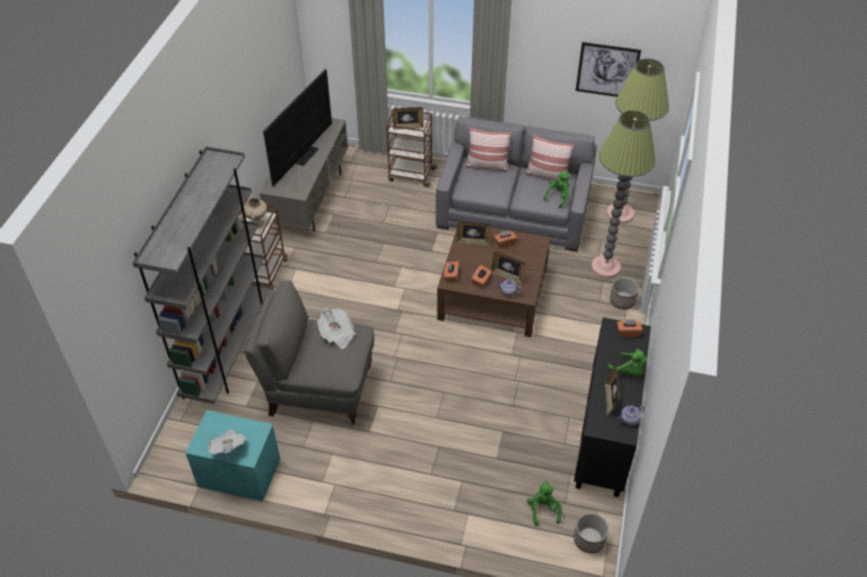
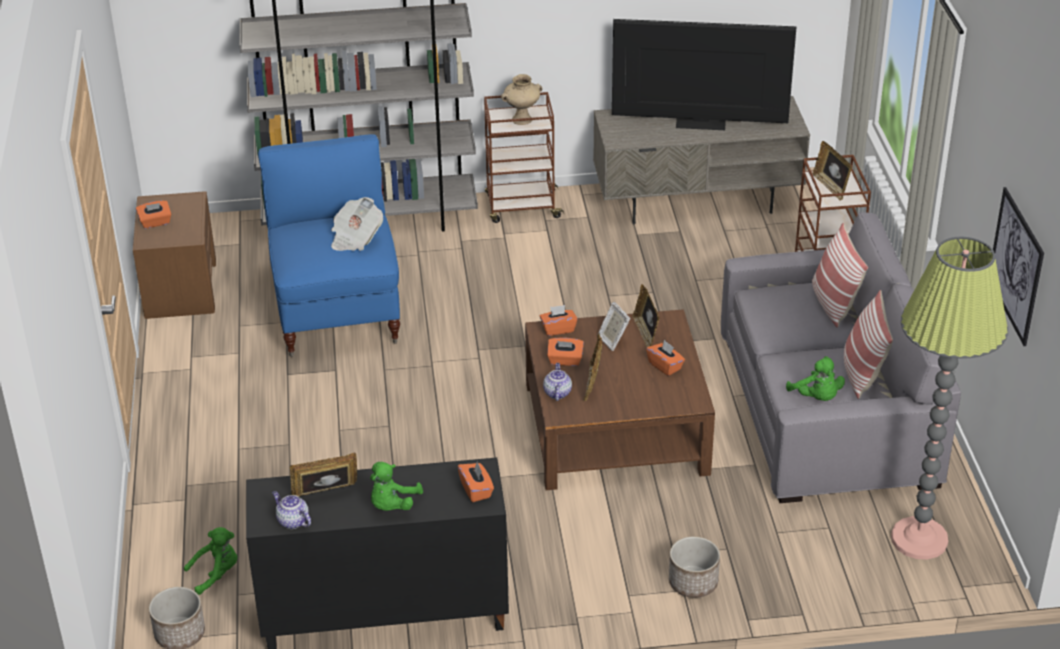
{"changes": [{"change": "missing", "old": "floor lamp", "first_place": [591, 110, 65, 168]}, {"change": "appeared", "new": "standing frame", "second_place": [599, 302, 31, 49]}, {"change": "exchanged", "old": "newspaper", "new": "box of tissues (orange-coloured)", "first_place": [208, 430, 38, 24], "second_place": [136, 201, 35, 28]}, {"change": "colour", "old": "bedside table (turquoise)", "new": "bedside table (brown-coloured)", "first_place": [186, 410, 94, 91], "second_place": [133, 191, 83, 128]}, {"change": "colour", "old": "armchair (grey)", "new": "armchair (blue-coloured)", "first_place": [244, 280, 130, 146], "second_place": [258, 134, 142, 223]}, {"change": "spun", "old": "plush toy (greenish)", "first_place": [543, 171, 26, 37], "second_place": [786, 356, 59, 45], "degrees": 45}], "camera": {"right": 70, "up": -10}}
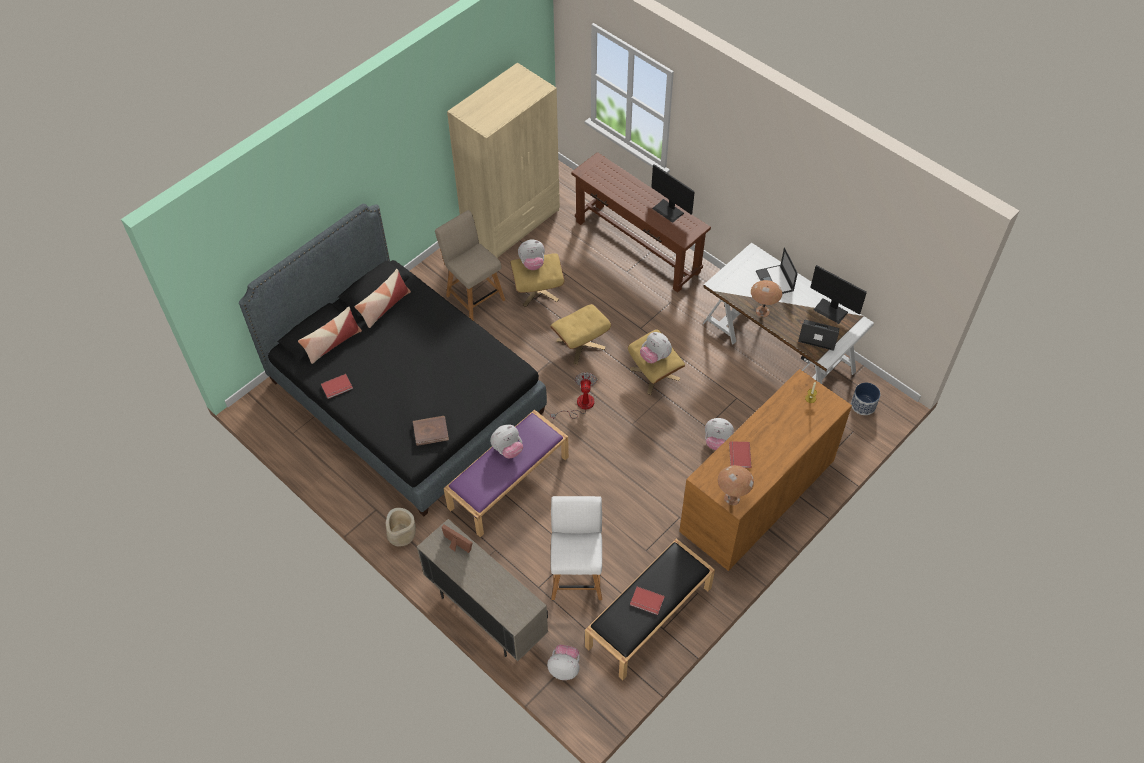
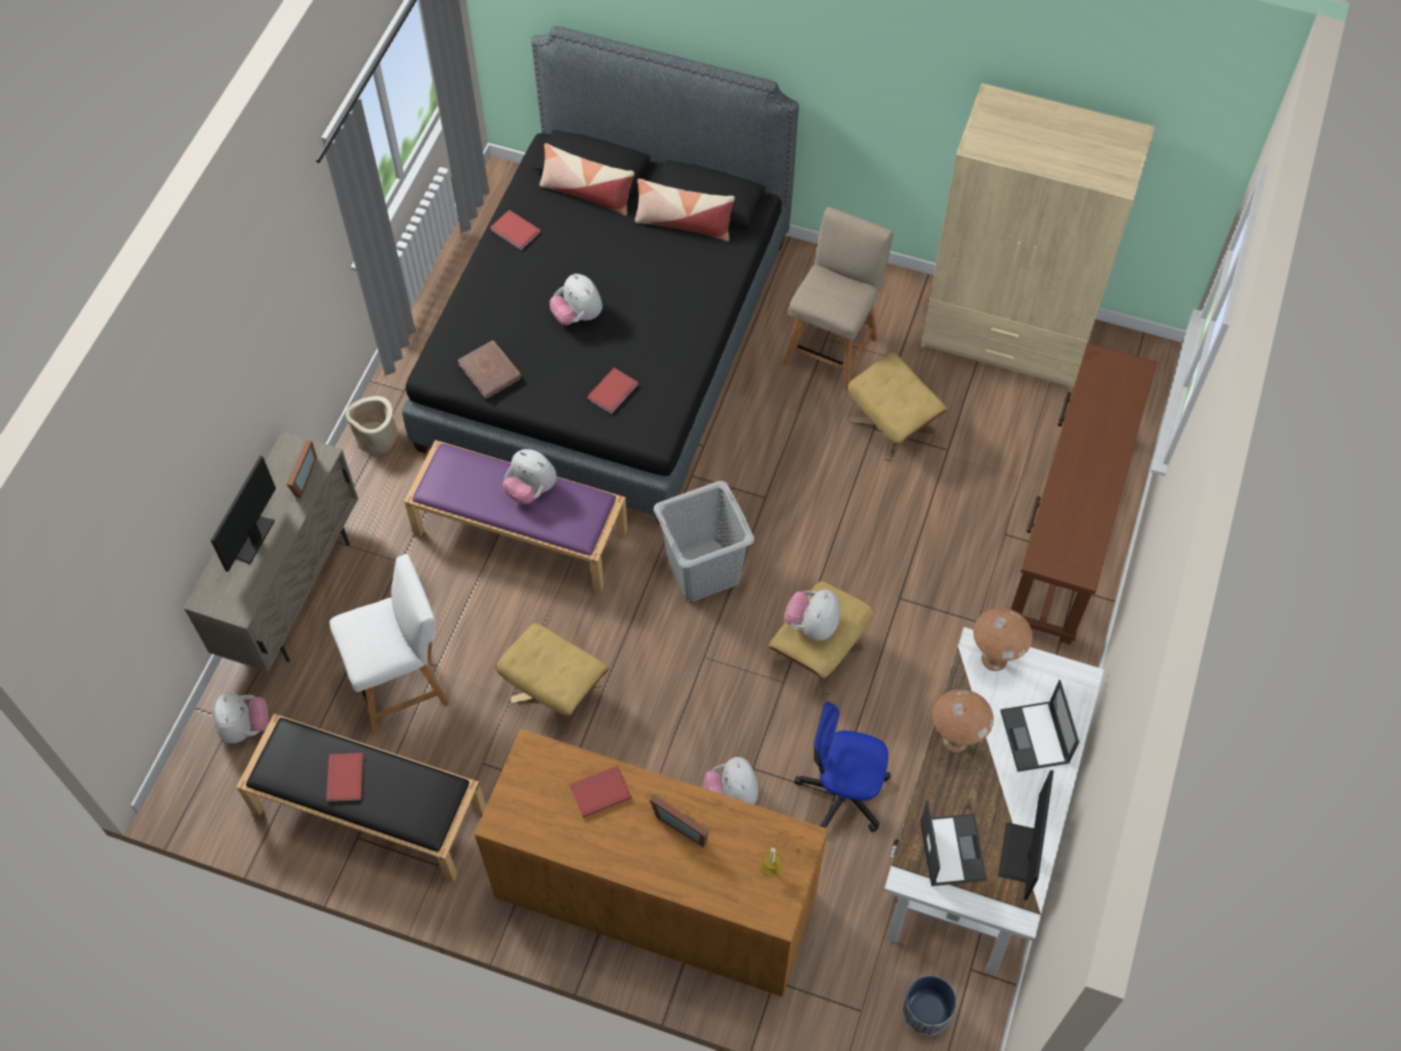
{"changes": [{"change": "appeared", "new": "volume (red-coloured)", "second_place": [587, 368, 51, 46]}, {"change": "appeared", "new": "standing frame", "second_place": [649, 794, 60, 53]}, {"change": "appeared", "new": "computer chair", "second_place": [794, 702, 97, 130]}, {"change": "relocated", "old": "plush toy", "first_place": [518, 240, 27, 30], "second_place": [550, 274, 53, 51]}, {"change": "relocated", "old": "pouffe (beige-coloured)", "first_place": [550, 304, 61, 60], "second_place": [496, 623, 113, 111]}, {"change": "relocated", "old": "computer screen", "first_place": [651, 164, 44, 59], "second_place": [211, 456, 65, 116]}, {"change": "relocated", "old": "lamp for a table (brown-coloured)", "first_place": [718, 465, 36, 40], "second_place": [973, 608, 60, 63]}, {"change": "exchanged", "old": "cooling fan", "new": "washing basket (grey)", "first_place": [551, 372, 46, 47], "second_place": [654, 481, 100, 121]}, {"change": "spun", "old": "notebook computer", "first_place": [756, 247, 42, 47], "second_place": [1000, 680, 79, 92], "degrees": -60}], "camera": {"right": 65, "up": 5}}
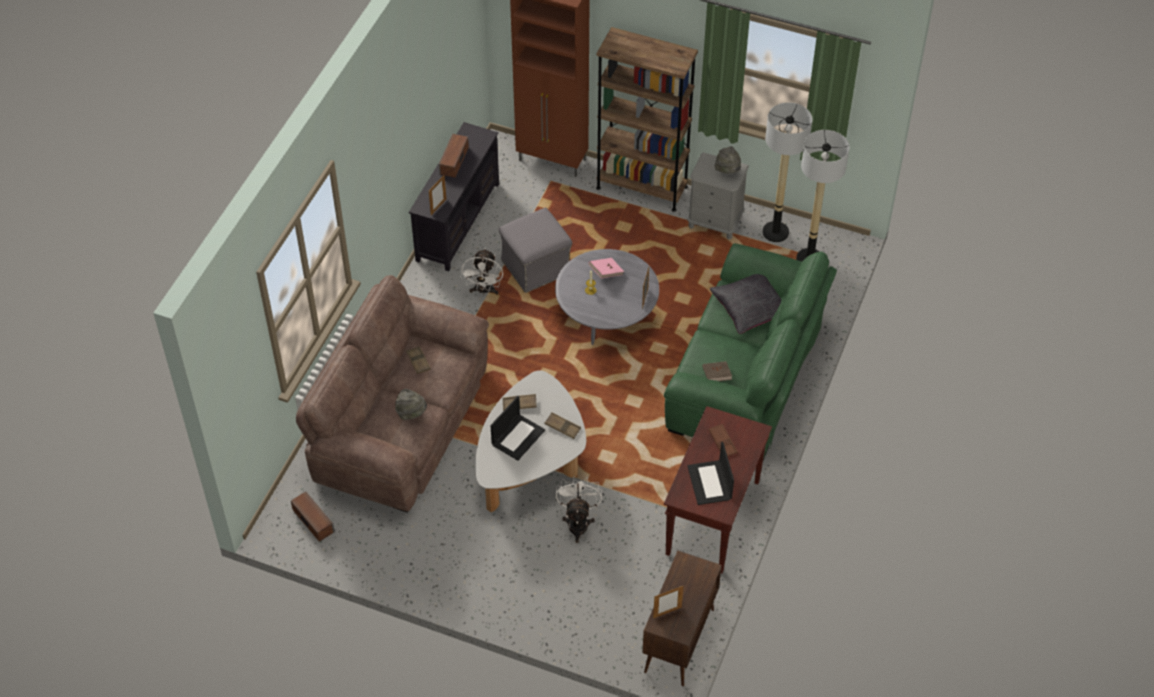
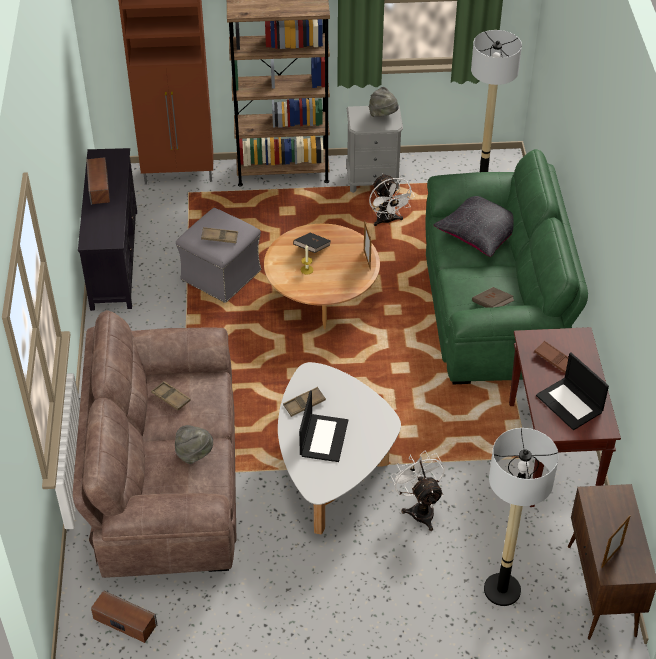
{"changes": [{"change": "missing", "old": "standing frame", "first_place": [429, 175, 17, 40]}, {"change": "relocated", "old": "cooling fan (white-coloured)", "first_place": [461, 248, 42, 47], "second_place": [369, 173, 46, 53]}, {"change": "relocated", "old": "serving tray (brown-coloured)", "first_place": [544, 412, 37, 27], "second_place": [201, 227, 37, 16]}, {"change": "relocated", "old": "floor lamp", "first_place": [762, 102, 51, 140], "second_place": [484, 428, 75, 178]}, {"change": "colour", "old": "lounge table (grey)", "new": "lounge table (brown-coloured)", "first_place": [555, 249, 104, 96], "second_place": [264, 224, 116, 105]}, {"change": "colour", "old": "volume (pinkish)", "new": "volume (black)", "first_place": [588, 258, 36, 20], "second_place": [293, 232, 38, 21]}], "camera": {"right": -25, "up": -5}}
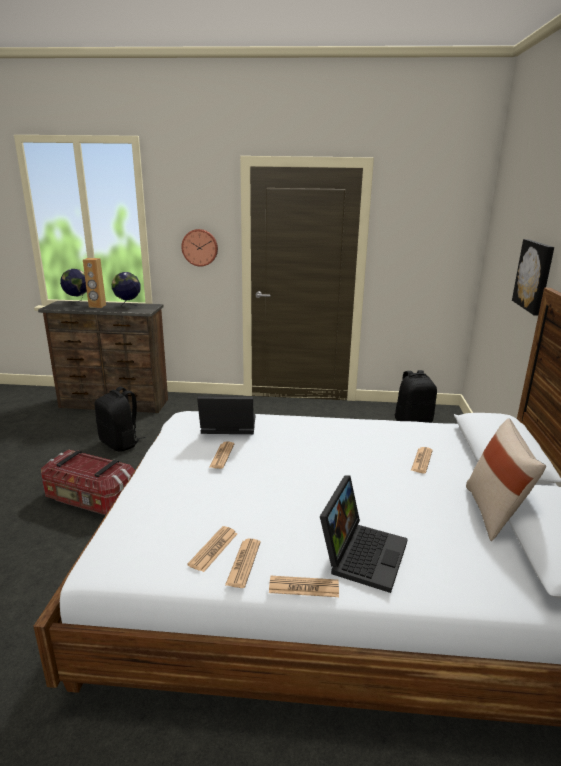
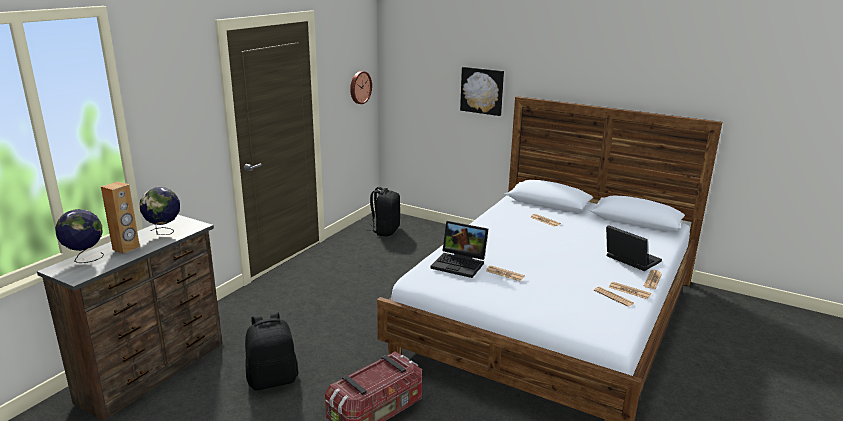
{"changes": [{"change": "missing", "old": "cushion (beige-coloured)", "first_place": [466, 418, 80, 123]}, {"change": "relocated", "old": "hanging clock", "first_place": [181, 229, 37, 38], "second_place": [350, 71, 22, 33]}, {"change": "spun", "old": "notebook computer", "first_place": [197, 396, 58, 38], "second_place": [430, 221, 58, 57], "degrees": -90}], "camera": {"right": -65, "up": 0}}
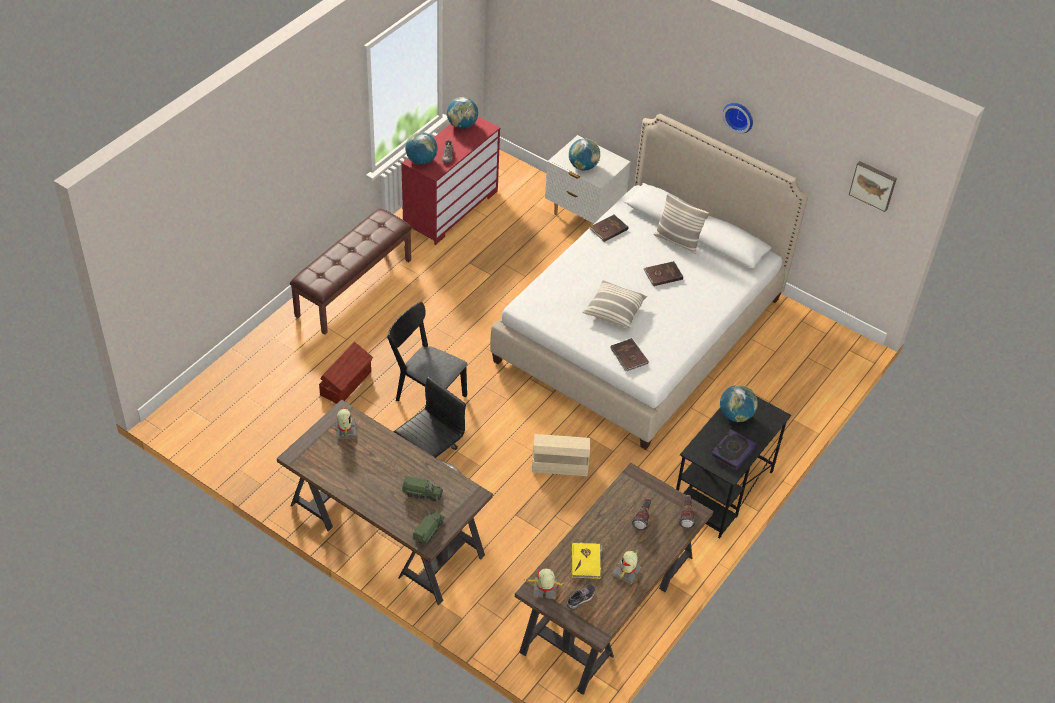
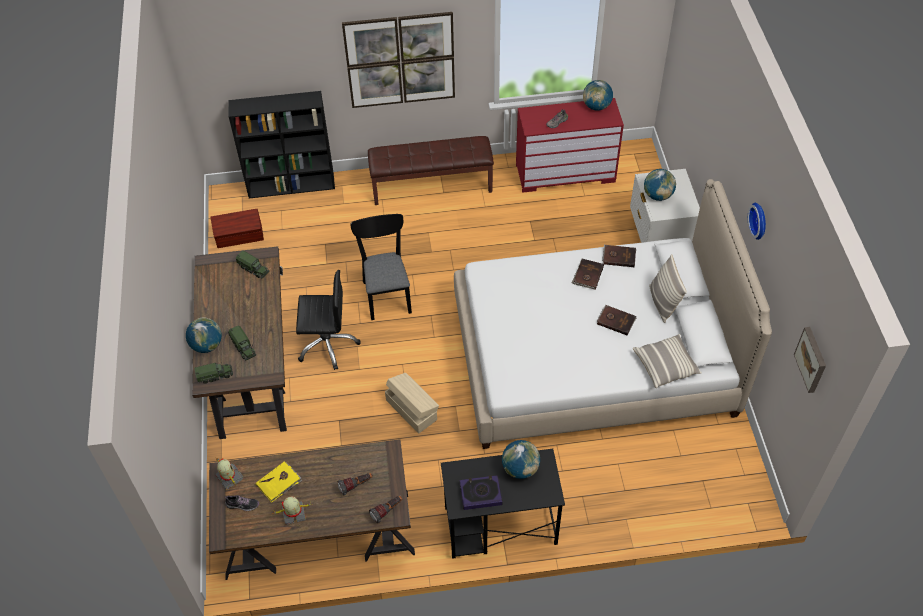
{"changes": [{"change": "appeared", "new": "bookshelf (black)", "second_place": [228, 91, 107, 107]}, {"change": "appeared", "new": "wall art", "second_place": [342, 12, 113, 96]}, {"change": "relocated", "old": "storage bin (brown-coloured)", "first_place": [319, 342, 54, 62], "second_place": [211, 209, 53, 39]}, {"change": "relocated", "old": "desk globe", "first_place": [405, 132, 33, 33], "second_place": [186, 317, 36, 36]}, {"change": "relocated", "old": "cushion", "first_place": [583, 280, 65, 49], "second_place": [633, 334, 69, 54]}, {"change": "relocated", "old": "volume (brown-coloured)", "first_place": [610, 338, 39, 33], "second_place": [572, 259, 32, 30]}, {"change": "exchanged", "old": "model robot", "new": "toy truck", "first_place": [335, 408, 23, 31], "second_place": [236, 251, 33, 28]}], "camera": {"right": 50, "up": 5}}
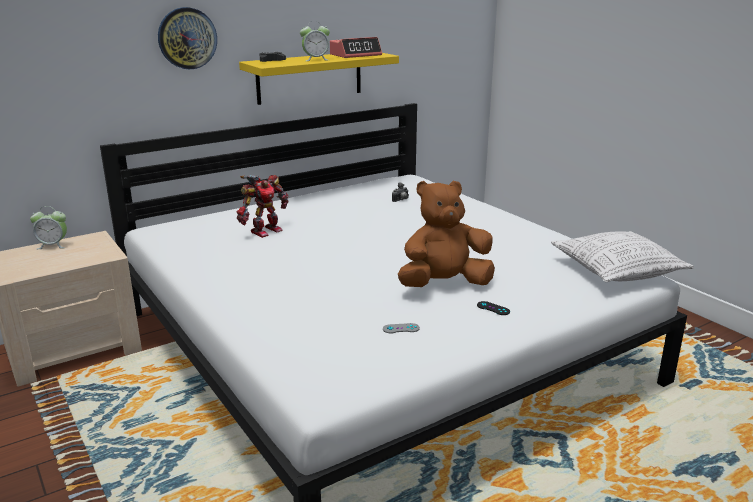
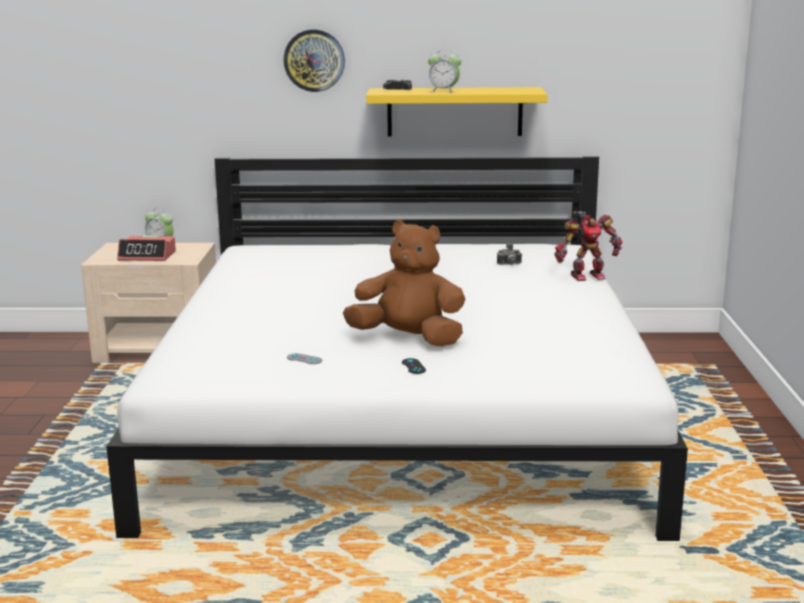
{"changes": [{"change": "missing", "old": "cushion", "first_place": [551, 231, 143, 51]}, {"change": "relocated", "old": "model robot", "first_place": [237, 175, 51, 63], "second_place": [555, 211, 67, 70]}, {"change": "relocated", "old": "bedside clock", "first_place": [330, 37, 52, 21], "second_place": [117, 236, 59, 25]}], "camera": {"right": 35, "up": -5}}
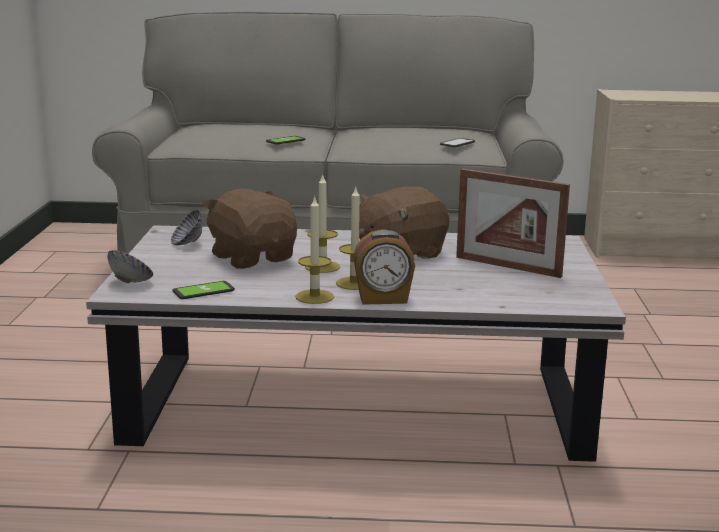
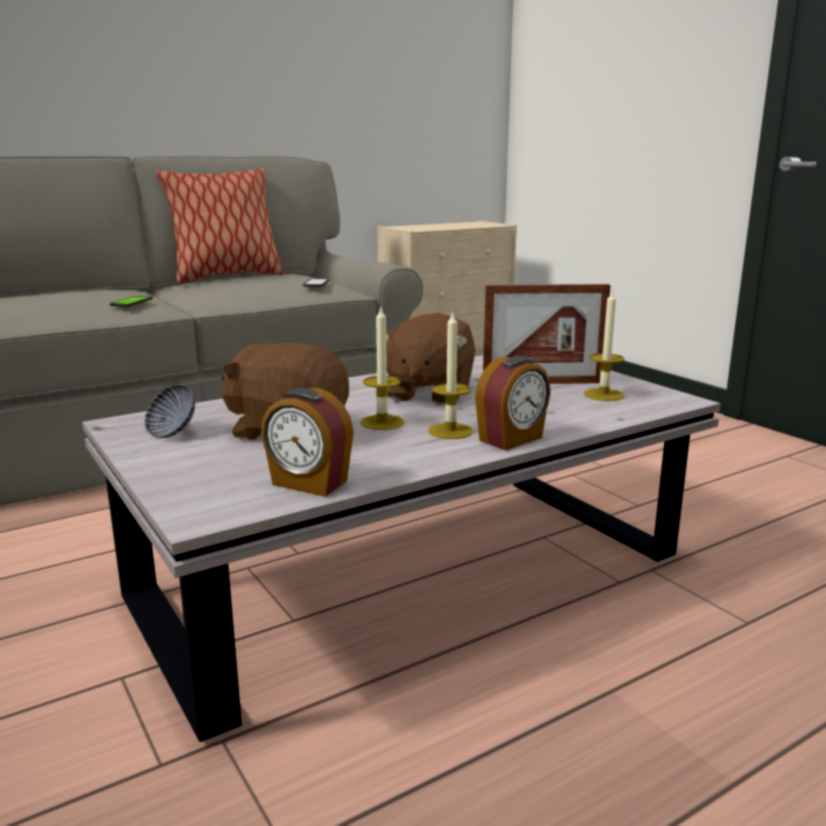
{"changes": [{"change": "missing", "old": "serving bowl", "first_place": [107, 250, 46, 33]}, {"change": "appeared", "new": "cushion", "second_place": [156, 168, 128, 115]}, {"change": "relocated", "old": "wax candle", "first_place": [296, 195, 38, 109], "second_place": [584, 289, 40, 112]}, {"change": "exchanged", "old": "telephone", "new": "bedside clock", "first_place": [172, 281, 63, 18], "second_place": [261, 388, 93, 109]}], "camera": {"right": -35, "up": 0}}
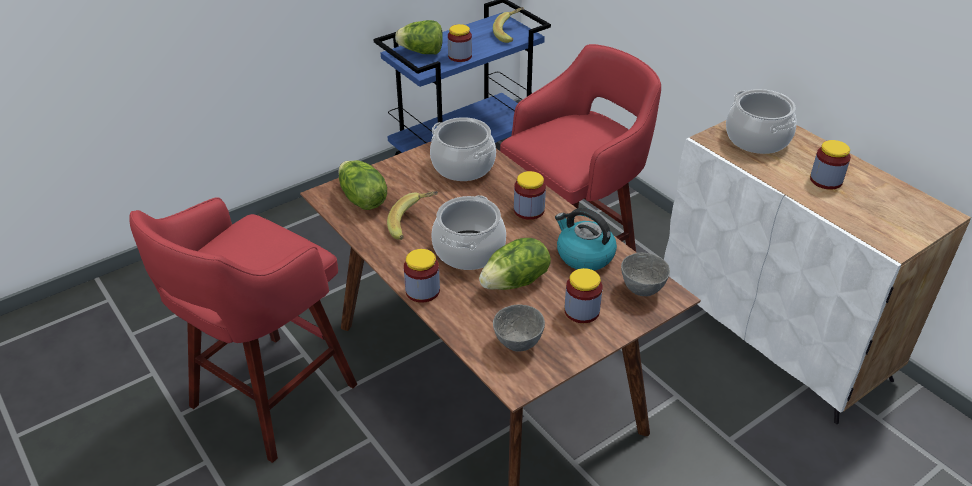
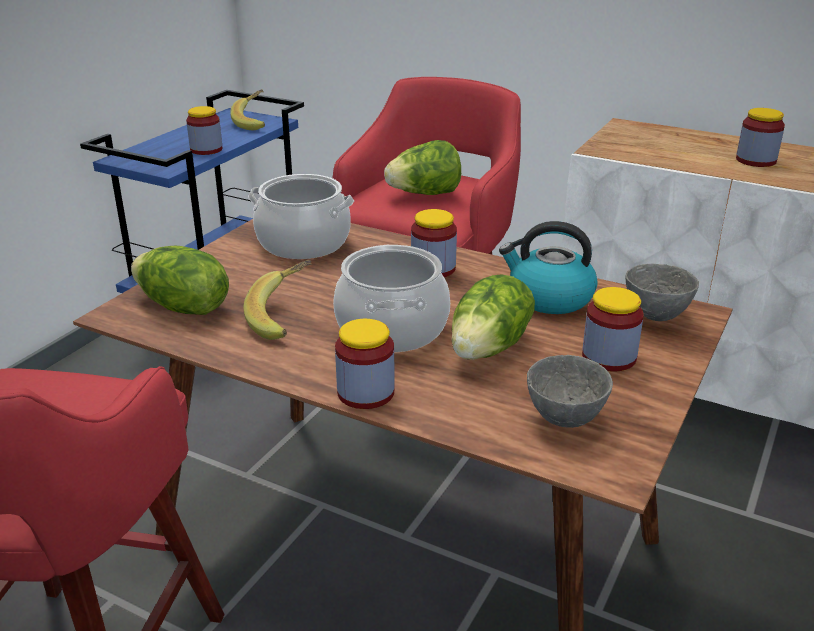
{"changes": [{"change": "missing", "old": "stockpot", "first_place": [726, 89, 71, 65]}, {"change": "relocated", "old": "lettuce head", "first_place": [395, 20, 48, 34], "second_place": [384, 140, 77, 55]}], "camera": {"right": -25, "up": -10}}
